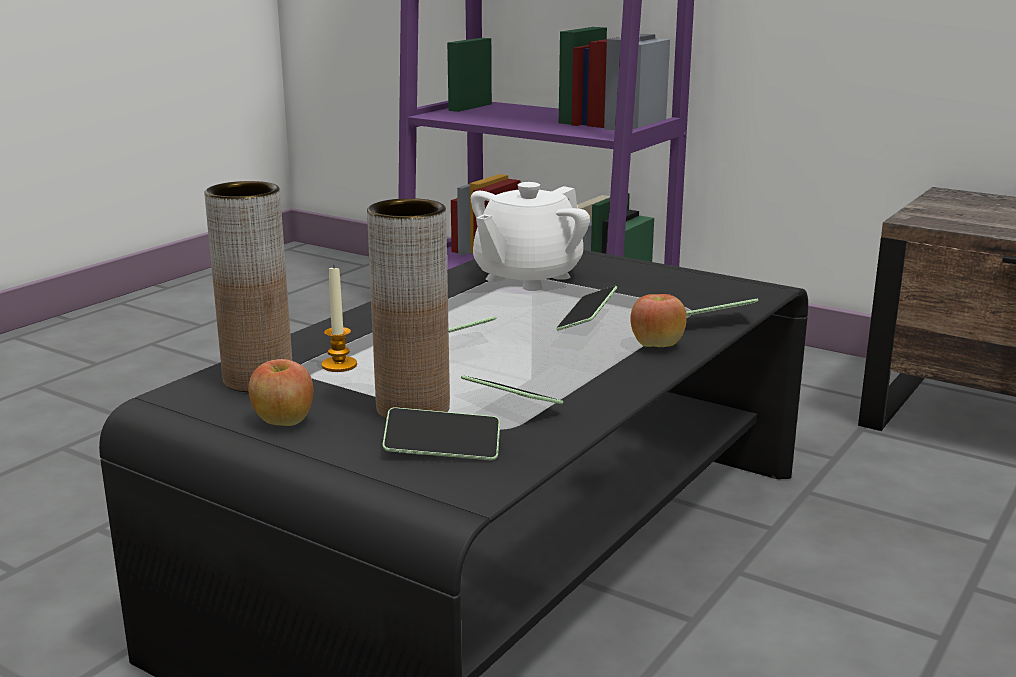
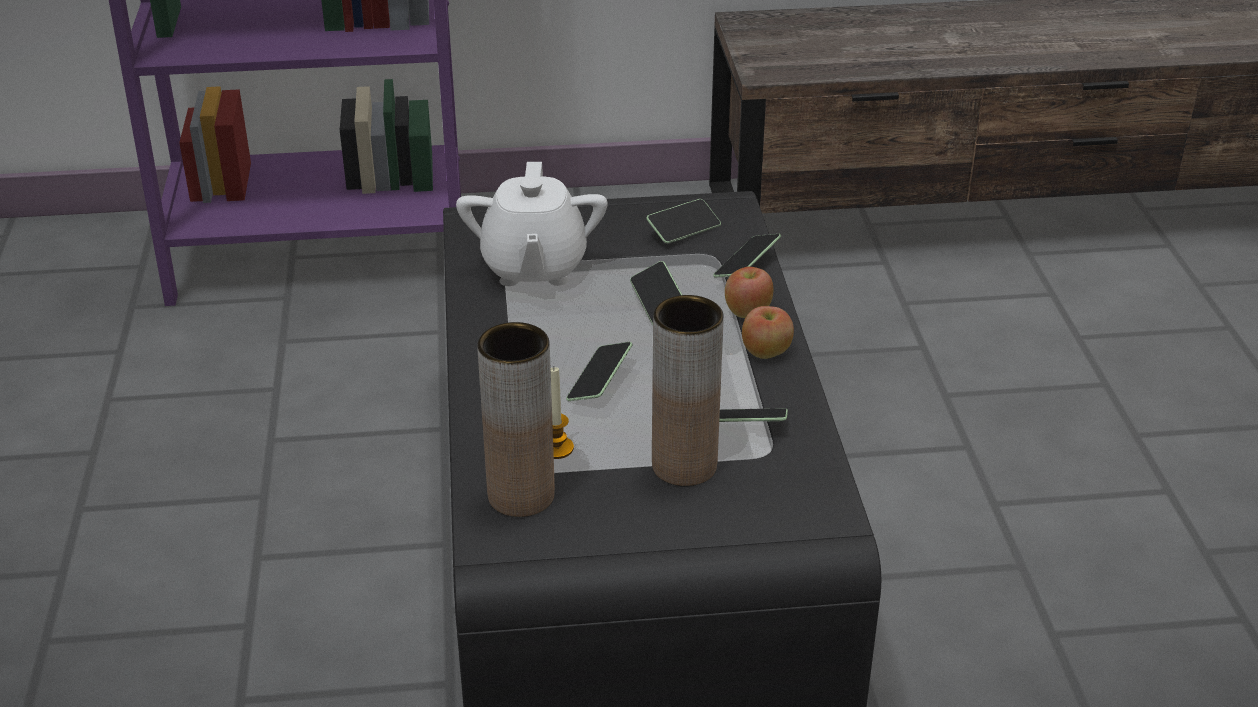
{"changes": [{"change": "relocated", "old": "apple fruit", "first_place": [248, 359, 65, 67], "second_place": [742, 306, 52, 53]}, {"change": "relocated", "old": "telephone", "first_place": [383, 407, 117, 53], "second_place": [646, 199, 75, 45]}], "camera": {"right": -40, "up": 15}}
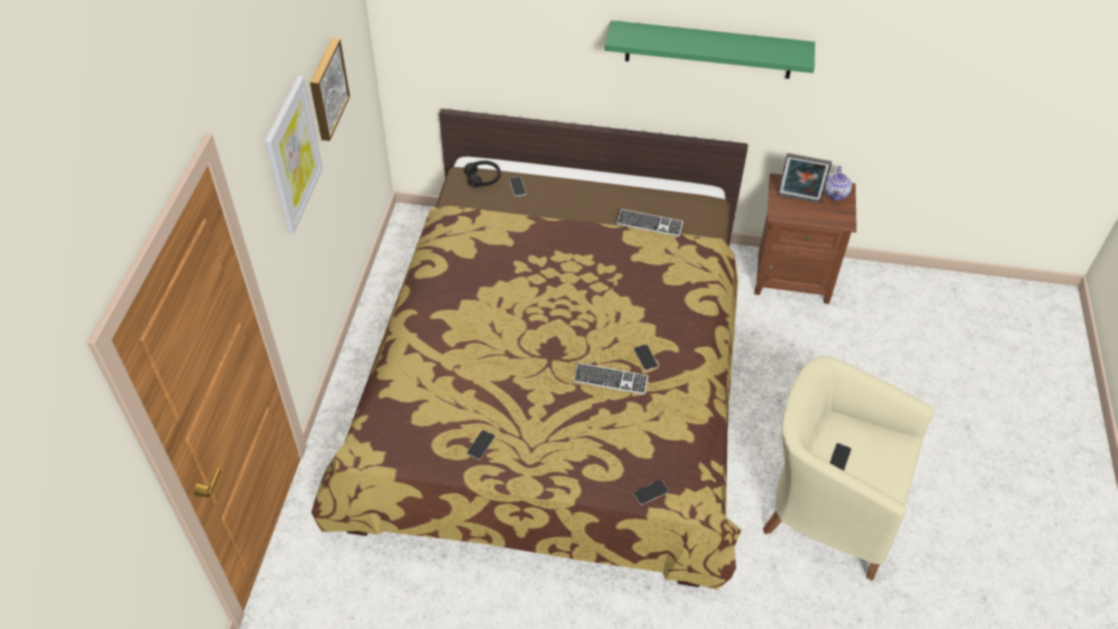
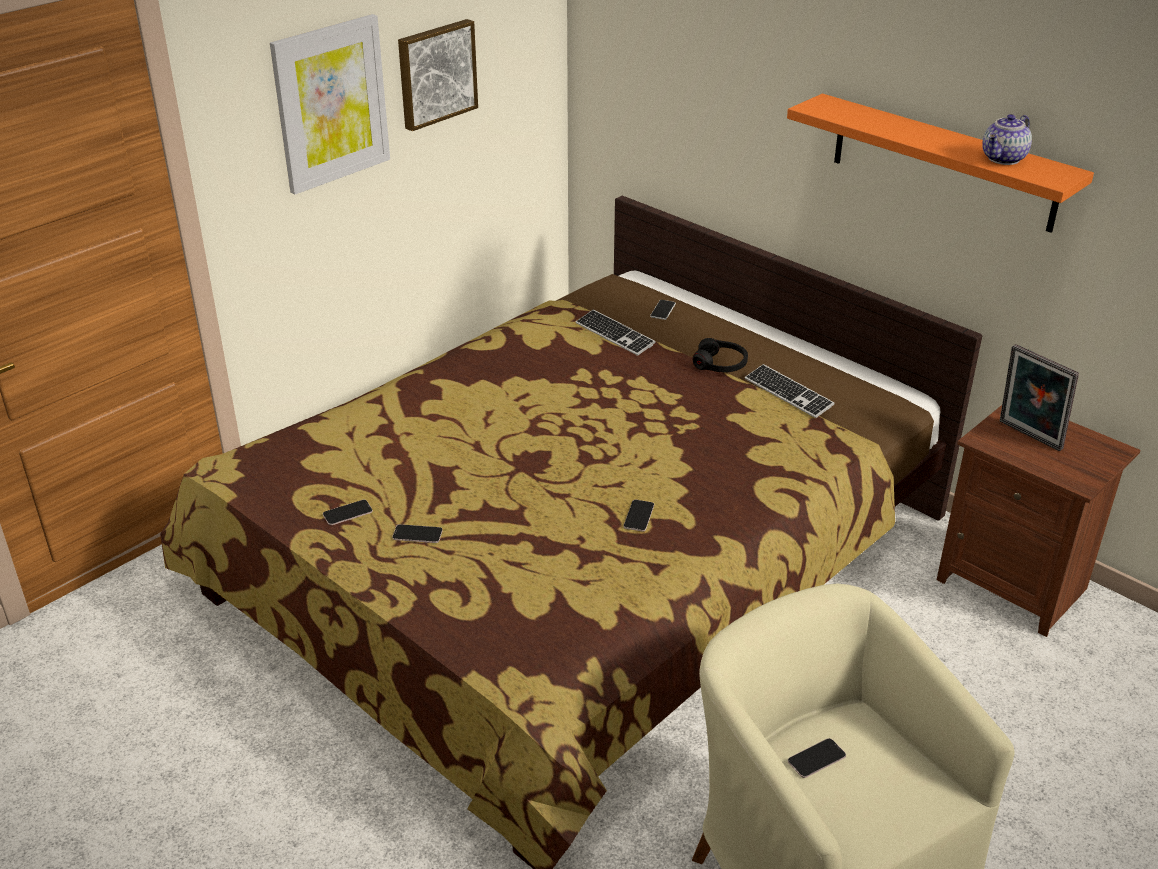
{"changes": [{"change": "relocated", "old": "headset (black)", "first_place": [464, 160, 37, 28], "second_place": [693, 338, 55, 34]}, {"change": "relocated", "old": "computer keyboard", "first_place": [573, 363, 75, 32], "second_place": [576, 309, 80, 47]}, {"change": "relocated", "old": "telephone", "first_place": [633, 480, 36, 25], "second_place": [392, 524, 51, 19]}, {"change": "relocated", "old": "pot for tea", "first_place": [824, 166, 28, 35], "second_place": [982, 114, 50, 51]}, {"change": "colour", "old": "wall shelf (greenish)", "new": "wall shelf (orange-coloured)", "first_place": [605, 20, 210, 59], "second_place": [787, 94, 307, 139]}], "camera": {"right": 35, "up": -15}}
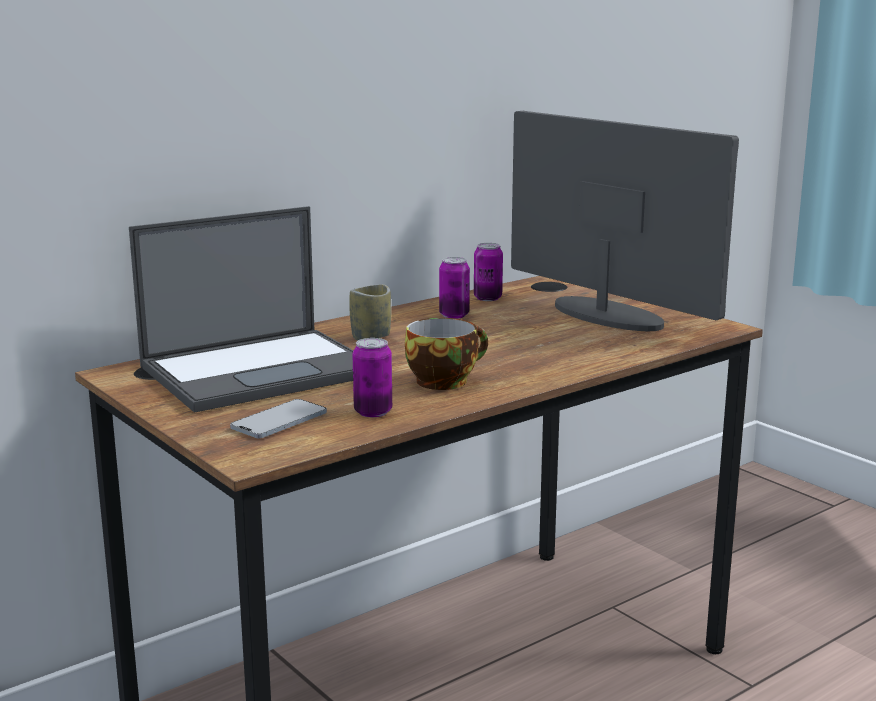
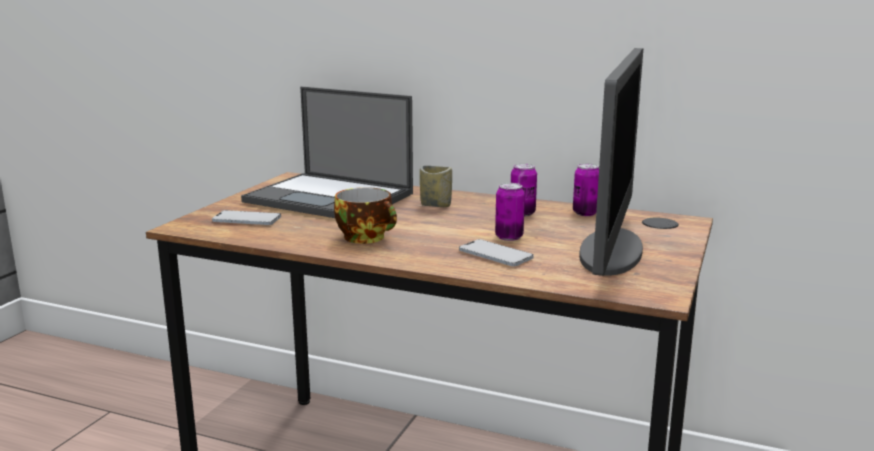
{"changes": [{"change": "appeared", "new": "telephone", "second_place": [459, 239, 75, 28]}, {"change": "relocated", "old": "can", "first_place": [352, 338, 40, 79], "second_place": [495, 183, 30, 58]}], "camera": {"right": 60, "up": 0}}
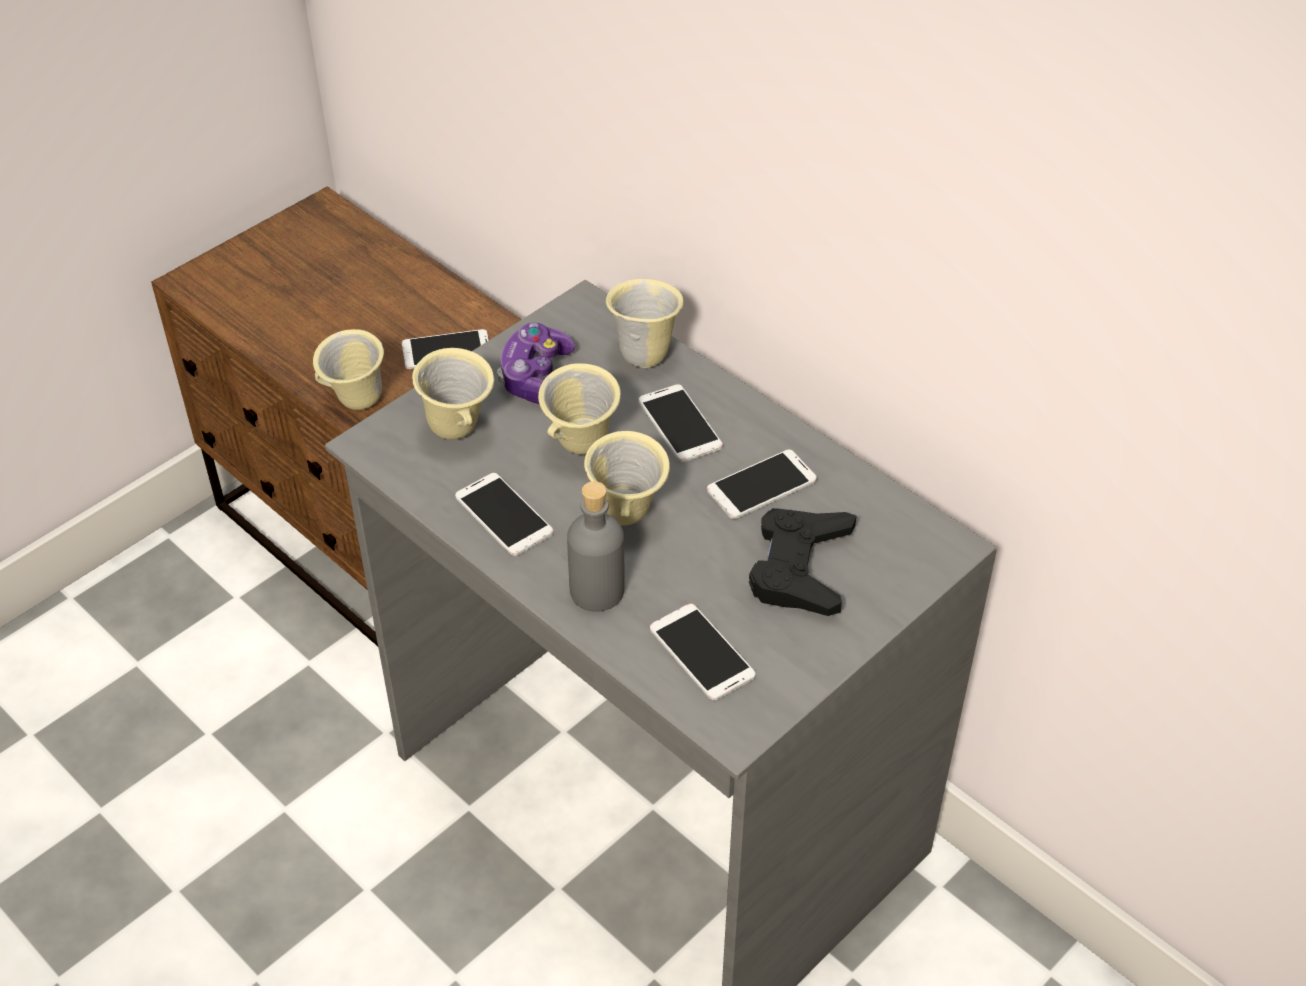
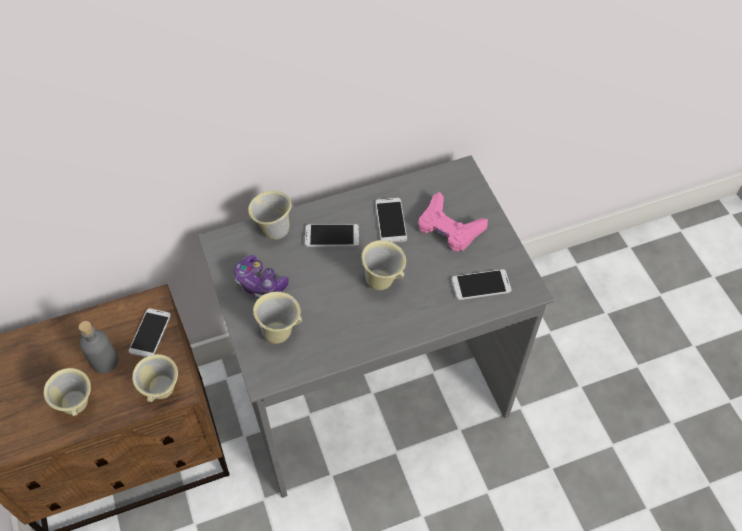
{"changes": [{"change": "missing", "old": "telephone", "first_place": [455, 473, 99, 83]}, {"change": "relocated", "old": "tea mug (beige-coloured)", "first_place": [538, 363, 83, 91], "second_place": [43, 368, 48, 48]}, {"change": "relocated", "old": "beverage bottle (grey)", "first_place": [567, 481, 58, 131], "second_place": [79, 321, 39, 52]}, {"change": "colour", "old": "joypad (black)", "new": "joypad (pinkish)", "first_place": [749, 508, 108, 108], "second_place": [418, 192, 70, 60]}], "camera": {"right": -65, "up": 10}}
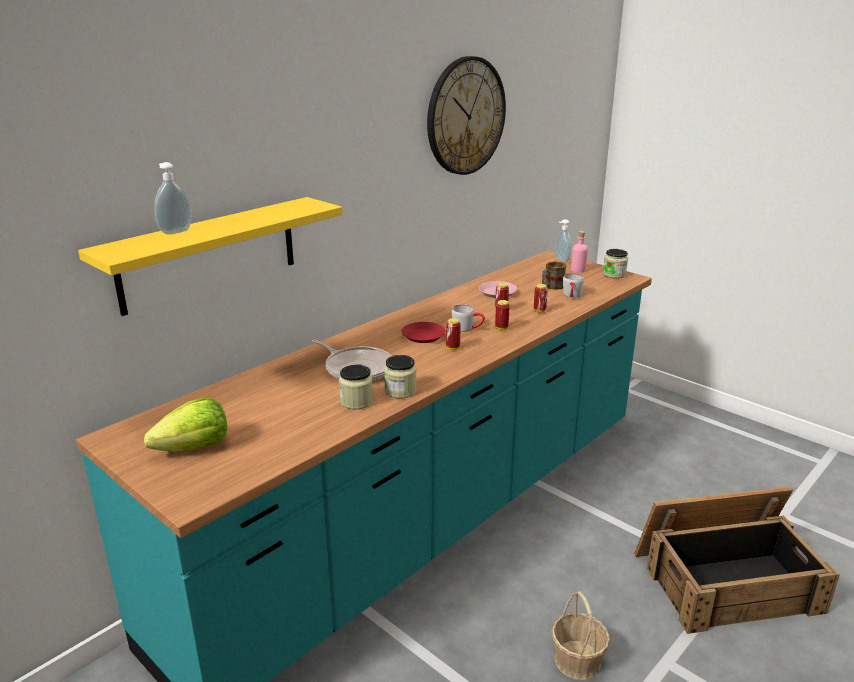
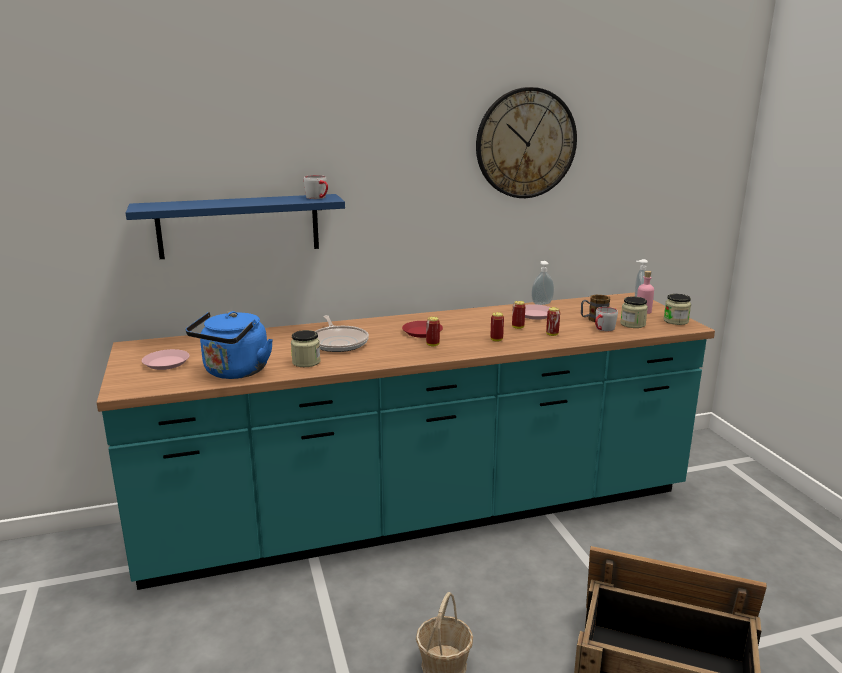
{"changes": [{"change": "appeared", "new": "tea kettle (blue-coloured)", "second_place": [186, 311, 87, 68]}, {"change": "relocated", "old": "liquid soap bottle", "first_place": [154, 162, 38, 73], "second_place": [531, 261, 23, 44]}, {"change": "relocated", "old": "storage jar", "first_place": [384, 355, 33, 44], "second_place": [620, 296, 28, 32]}, {"change": "relocated", "old": "tea mug (grey)", "first_place": [452, 304, 33, 28], "second_place": [304, 175, 24, 24]}, {"change": "exchanged", "old": "lettuce head", "new": "dinner plate (pinkish)", "first_place": [144, 398, 83, 53], "second_place": [142, 349, 48, 21]}, {"change": "colour", "old": "wall shelf (yellow-coloured)", "new": "wall shelf (blue-coloured)", "first_place": [78, 197, 264, 119], "second_place": [126, 194, 219, 65]}], "camera": {"right": 30, "up": -5}}
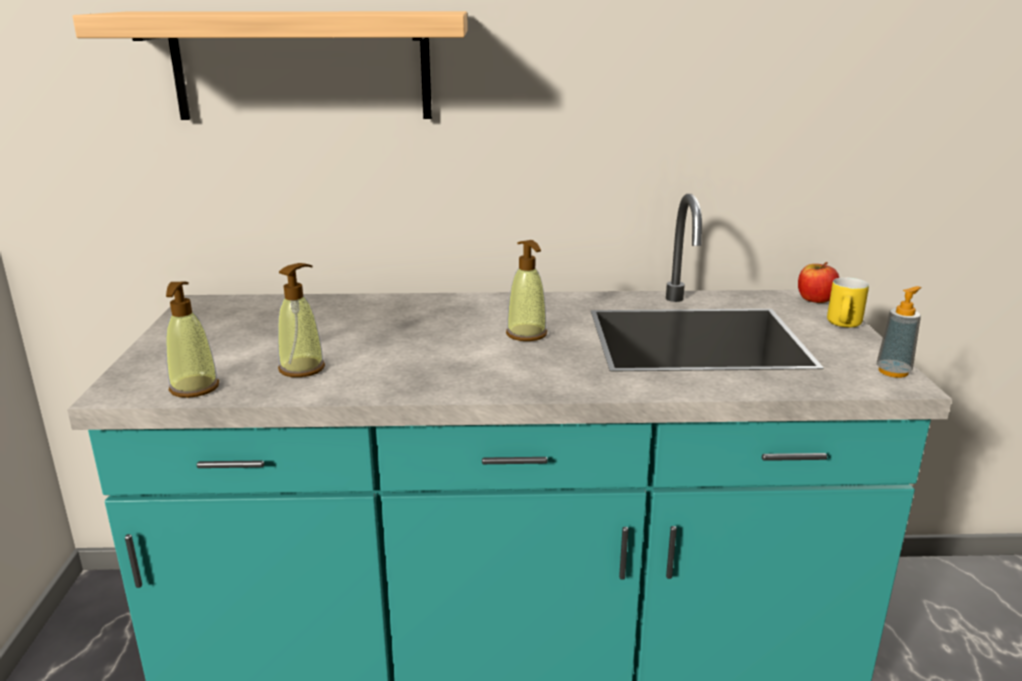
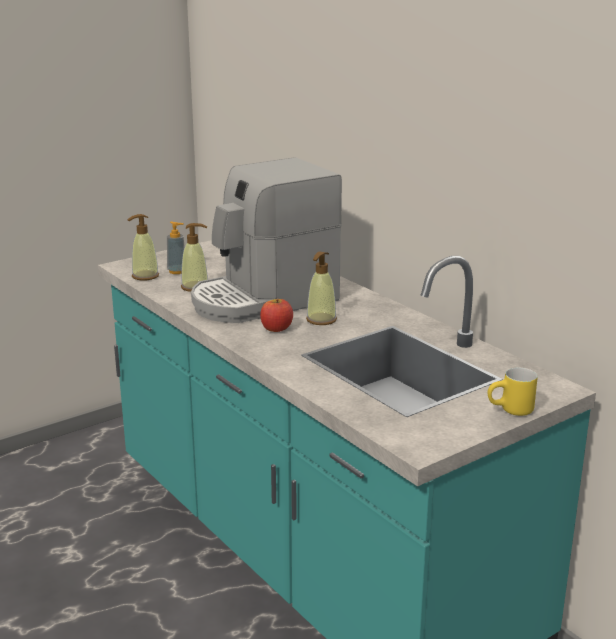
{"changes": [{"change": "missing", "old": "wall shelf", "first_place": [73, 11, 395, 109]}, {"change": "appeared", "new": "coffee brewer", "second_place": [191, 157, 151, 166]}, {"change": "relocated", "old": "apple fruit", "first_place": [798, 262, 41, 41], "second_place": [260, 299, 33, 33]}, {"change": "relocated", "old": "liquid soap bottle", "first_place": [877, 286, 45, 92], "second_place": [167, 221, 18, 53]}], "camera": {"right": 55, "up": 0}}
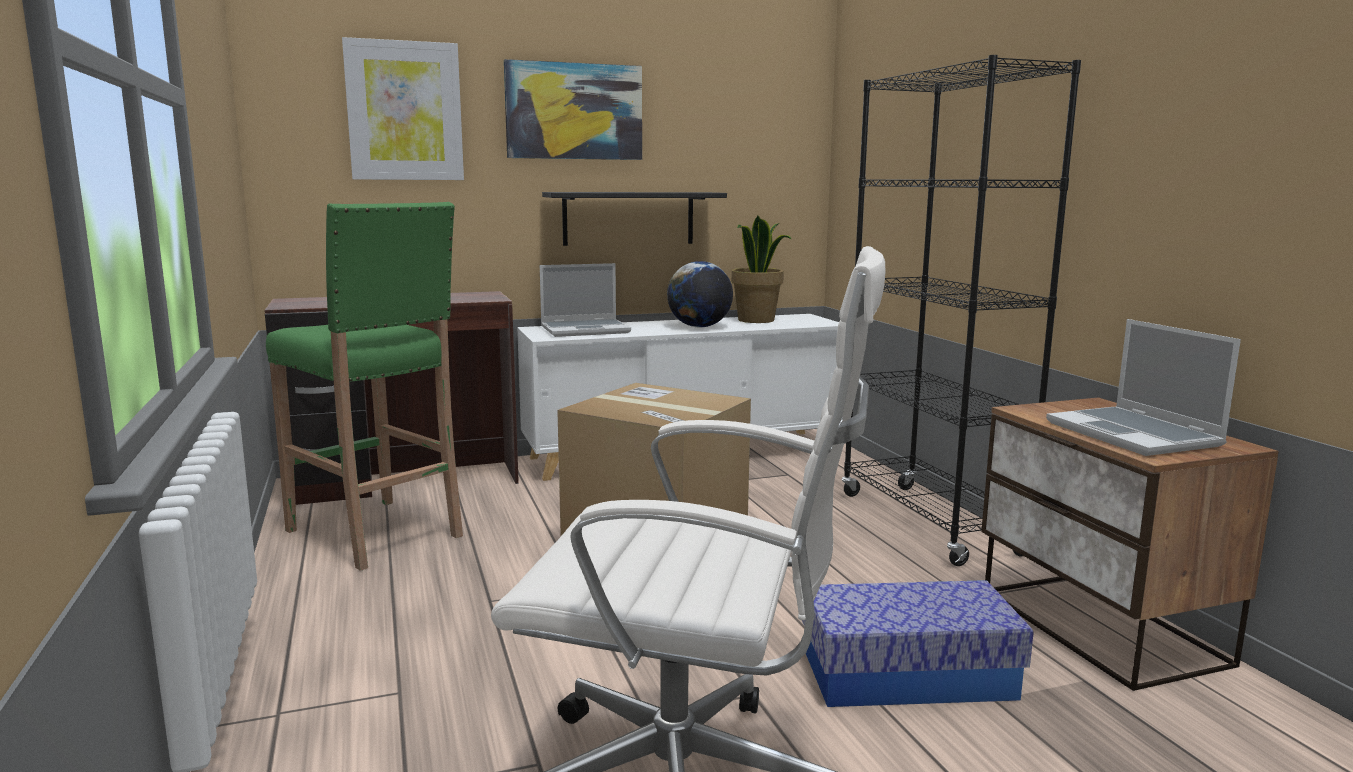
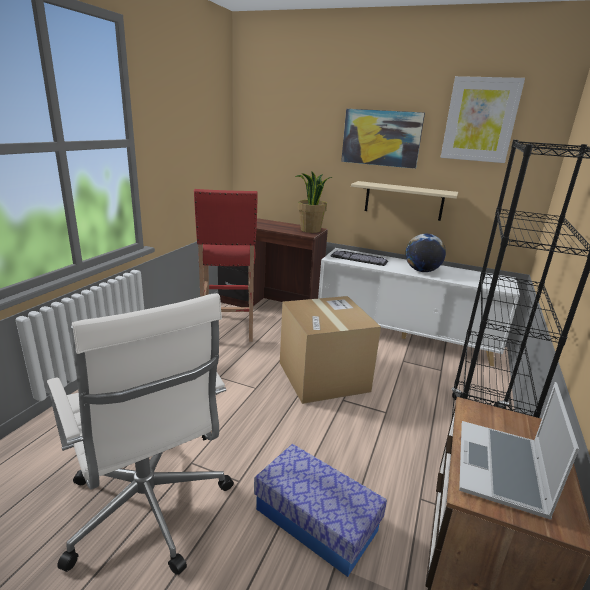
{"changes": [{"change": "relocated", "old": "wall art", "first_place": [342, 37, 122, 143], "second_place": [440, 76, 85, 87]}, {"change": "relocated", "old": "houseplant", "first_place": [731, 216, 60, 107], "second_place": [295, 172, 37, 61]}, {"change": "exchanged", "old": "notebook computer", "new": "computer keyboard", "first_place": [540, 263, 91, 74], "second_place": [330, 251, 58, 15]}, {"change": "colour", "old": "stool (greenish)", "new": "stool (red-coloured)", "first_place": [266, 202, 197, 369], "second_place": [194, 189, 64, 153]}, {"change": "colour", "old": "wall shelf (black)", "new": "wall shelf (beige-coloured)", "first_place": [542, 192, 185, 54], "second_place": [351, 181, 107, 40]}], "camera": {"right": 40, "up": 10}}
